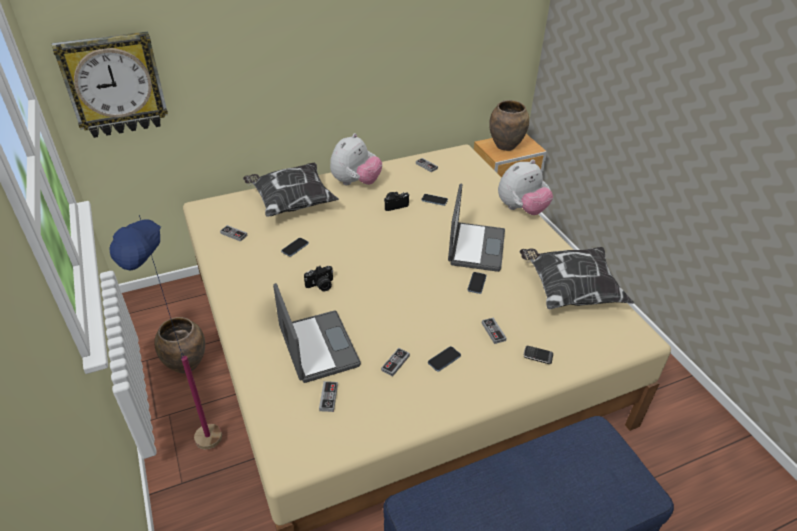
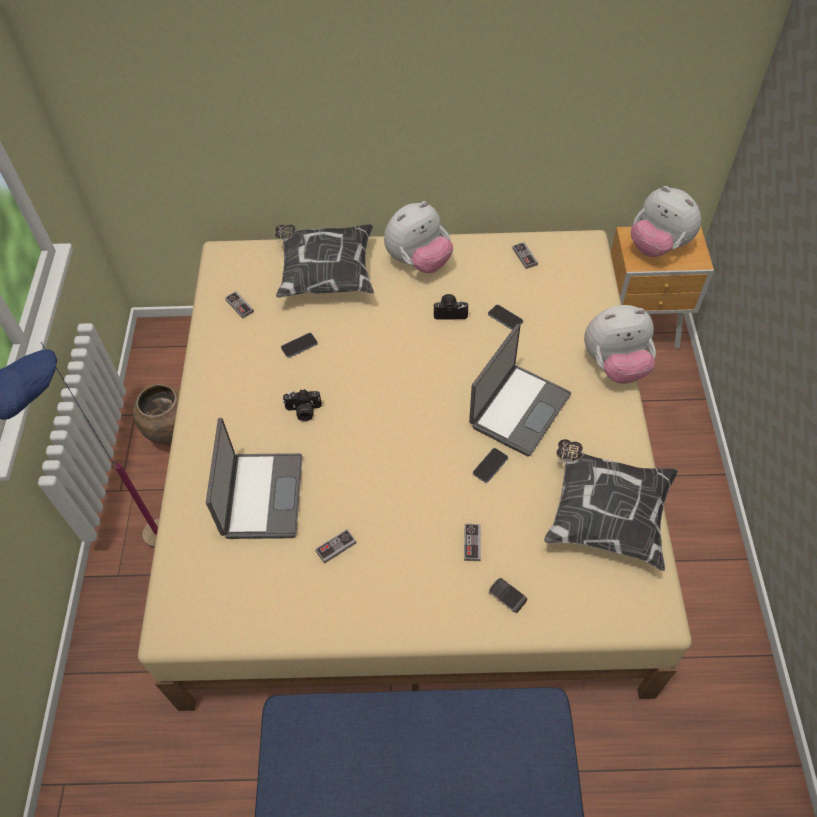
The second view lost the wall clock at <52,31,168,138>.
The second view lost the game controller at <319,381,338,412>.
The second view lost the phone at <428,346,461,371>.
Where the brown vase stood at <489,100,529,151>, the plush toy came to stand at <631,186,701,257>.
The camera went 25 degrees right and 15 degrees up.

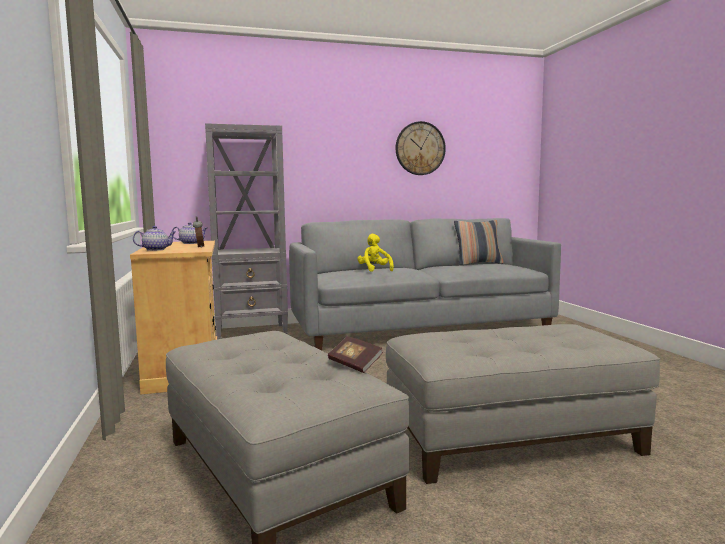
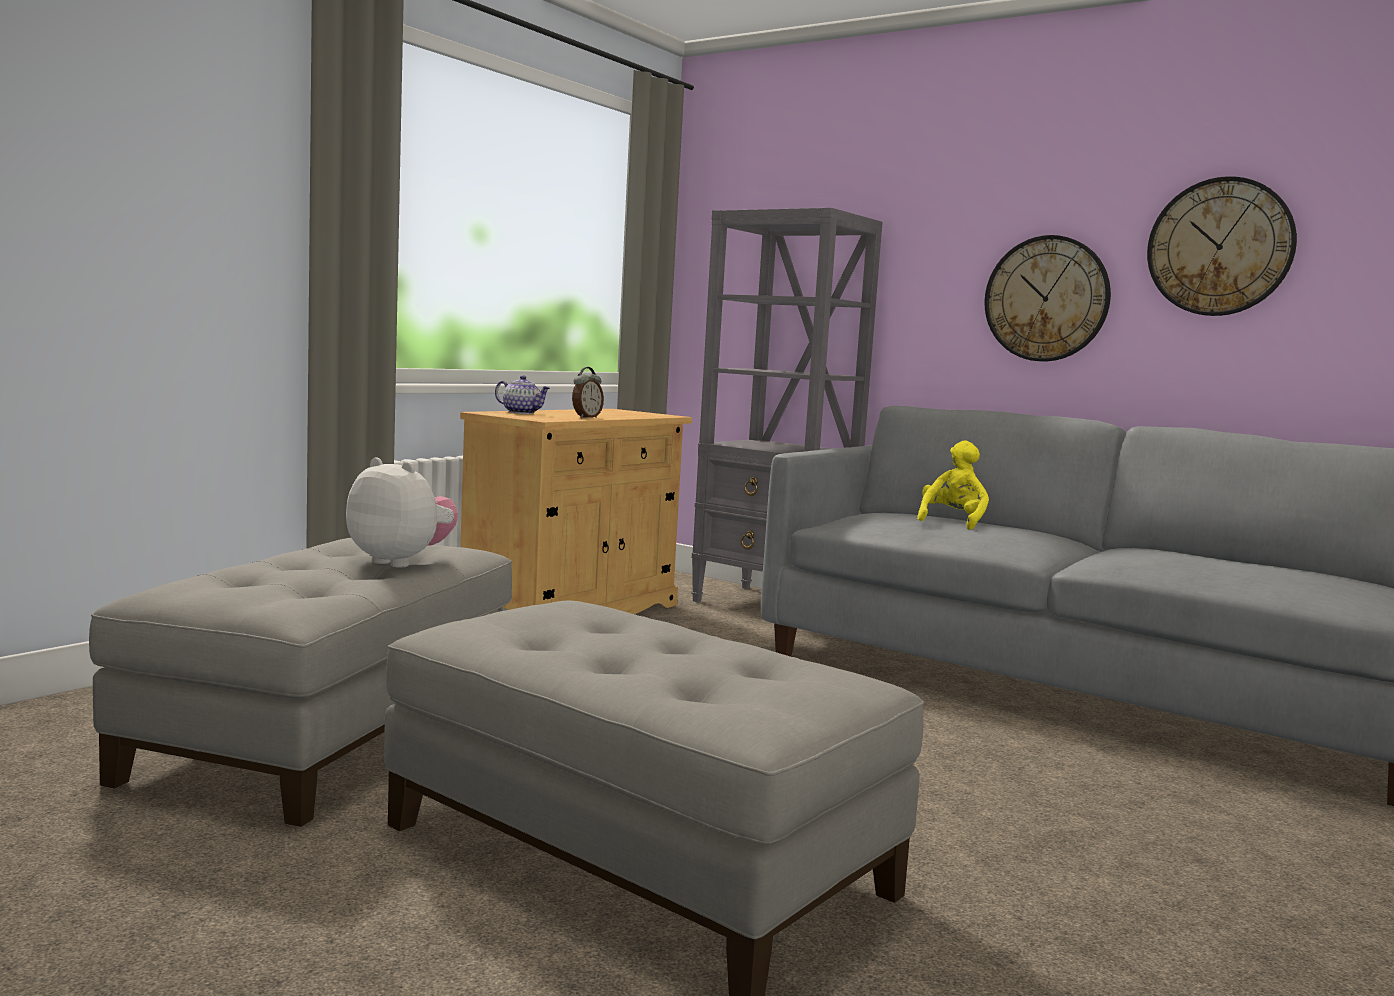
The second view lost the teapot at <172,222,207,244>.
The second view lost the book at <328,336,383,373>.
The second view lost the pillow at <454,220,503,265>.
The second view gained the plush toy at <346,457,458,568>.
The second view gained the wall clock at <985,235,1111,361>.
The camera went 50 degrees right and 0 degrees up.

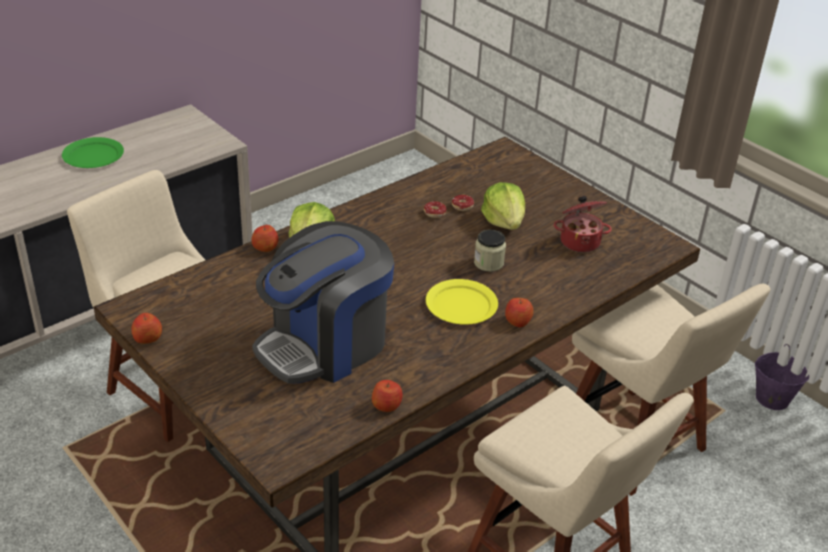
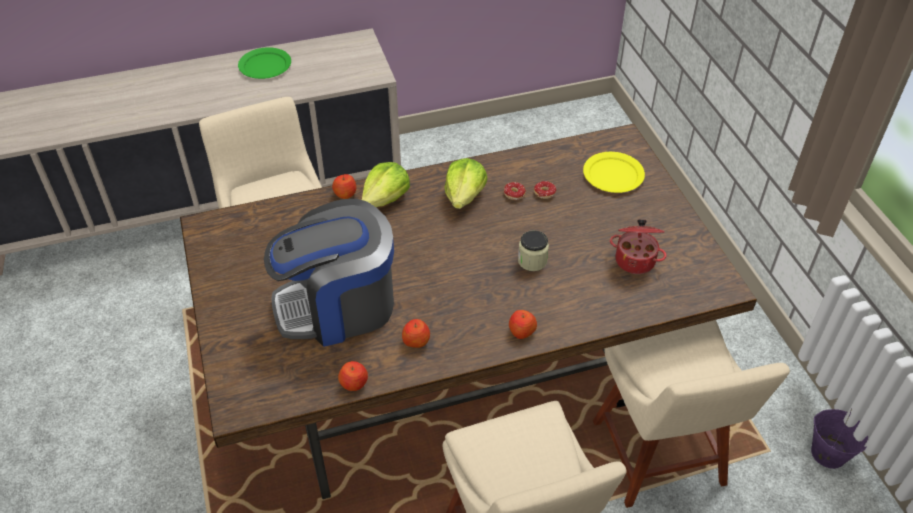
The apple ended up elsewhere, having gone from <131,313,162,344> to <402,319,430,348>.
The yellow plate ended up elsewhere, having gone from <426,279,498,325> to <583,152,645,193>.
The lettuce ended up elsewhere, having gone from <481,182,525,230> to <444,158,487,209>.
The camera went 25 degrees right and 10 degrees up.

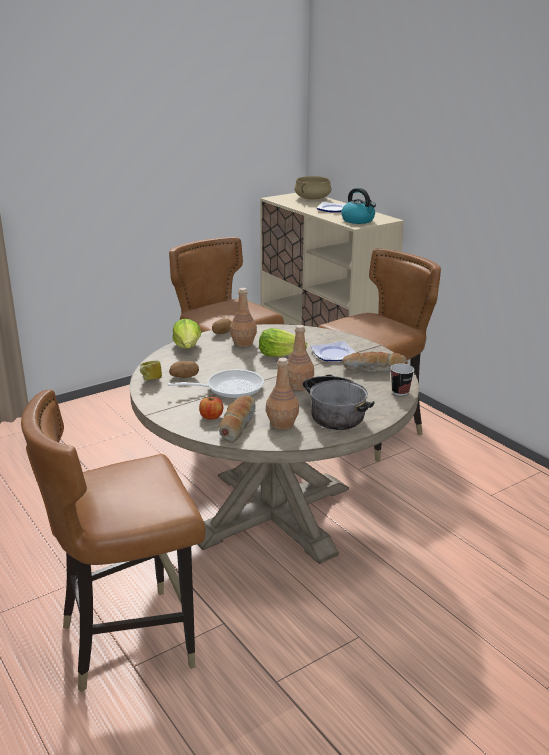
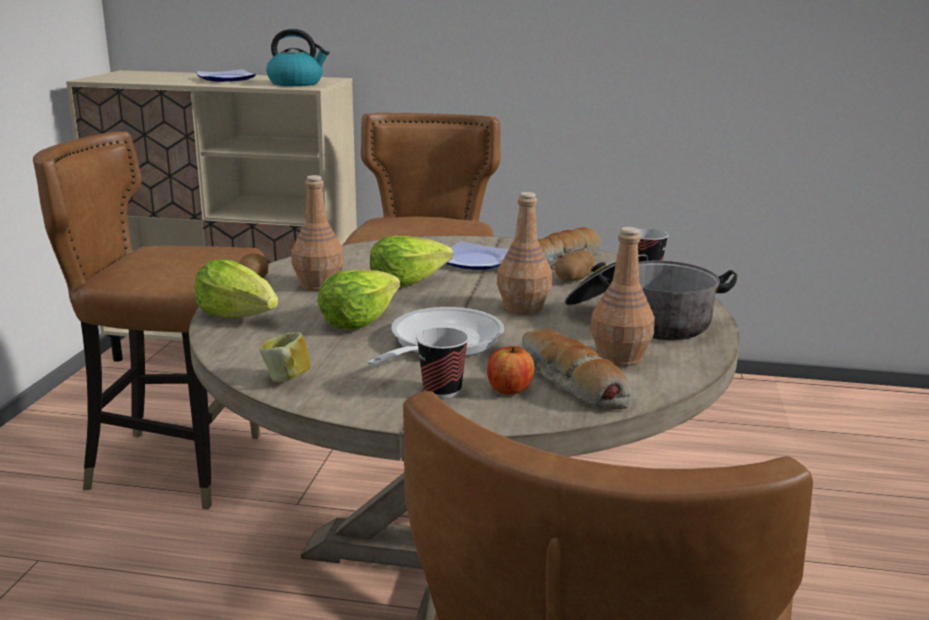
The second view lost the beige cooking pot at <294,176,331,200>.
The second view gained the lettuce at <317,270,400,330>.
The second view gained the cup at <416,327,469,398>.
The potato ended up elsewhere, having gone from <169,361,199,378> to <554,250,594,281>.
The camera went 45 degrees left and 5 degrees down.

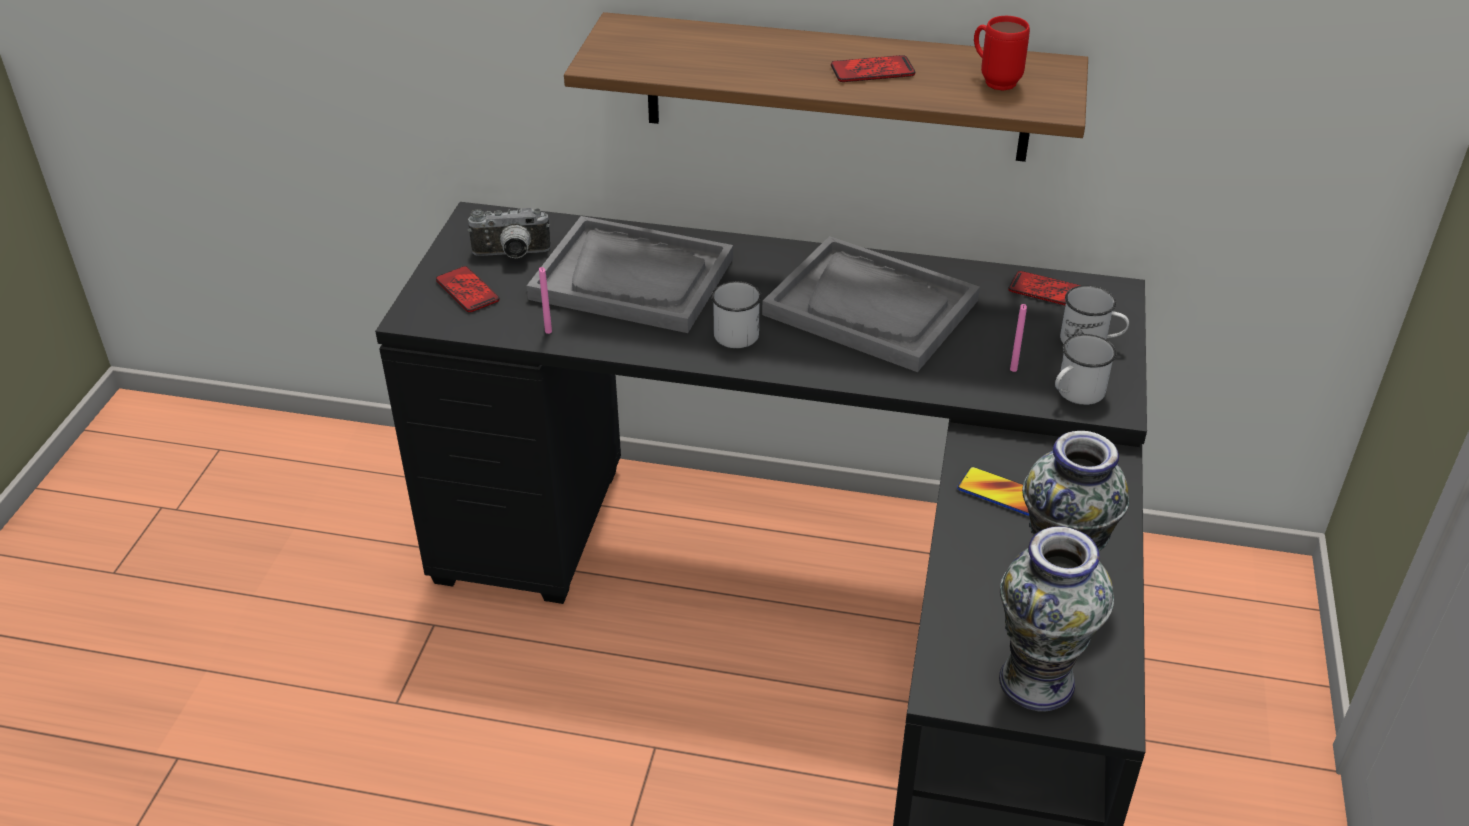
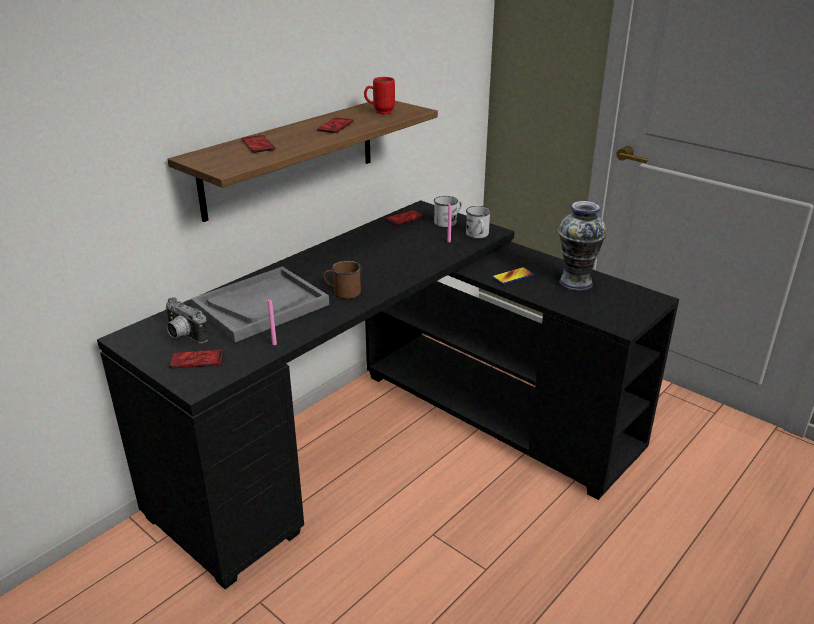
The second view lost the grey tray at <762,236,980,372>.
The second view lost the vase at <999,526,1114,712>.
The second view gained the phone at <242,135,275,153>.
What was the white mug at <711,281,762,348> turned into the brown mug at <323,261,361,299>.
The photo camera at <468,208,551,258> ended up facing another way, 105 degrees clockwise from before.
The camera went 60 degrees left and 10 degrees down.

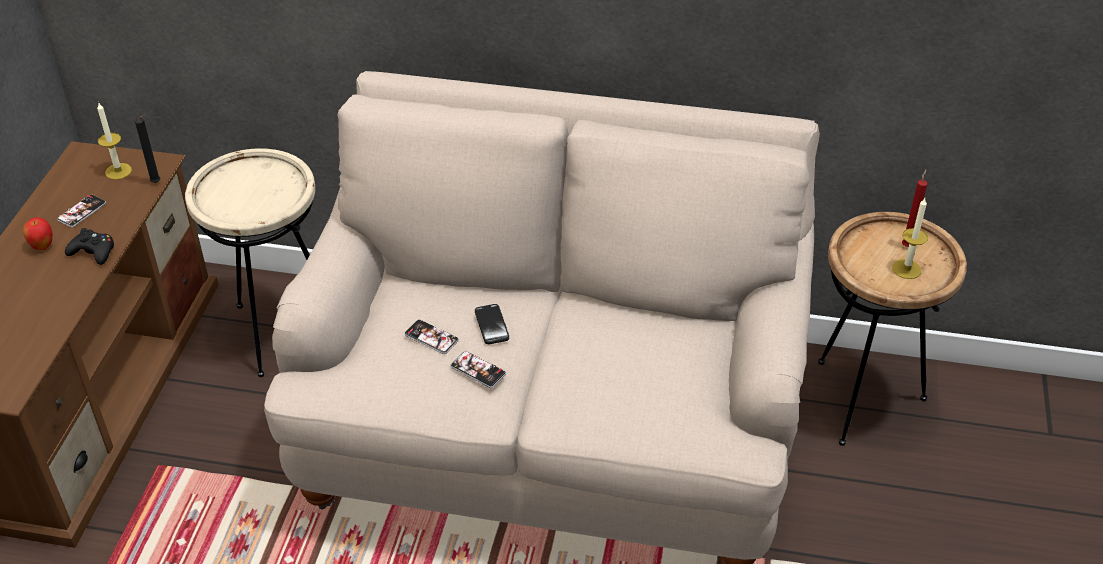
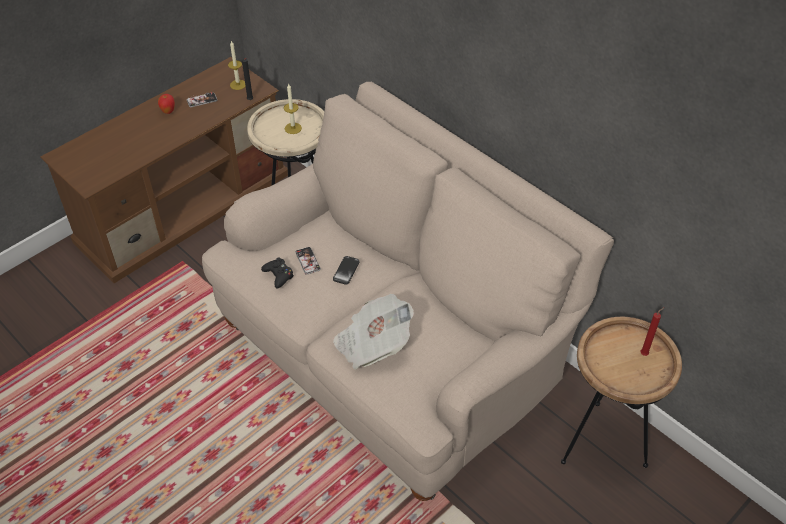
The second view lost the phone at <451,351,506,388>.
The second view gained the newspaper at <333,294,414,370>.
The black game controller ended up elsewhere, having gone from <65,228,114,265> to <261,257,294,288>.
The candle ended up elsewhere, having gone from <892,198,928,279> to <284,84,302,134>.
The camera went 35 degrees right and 5 degrees up.

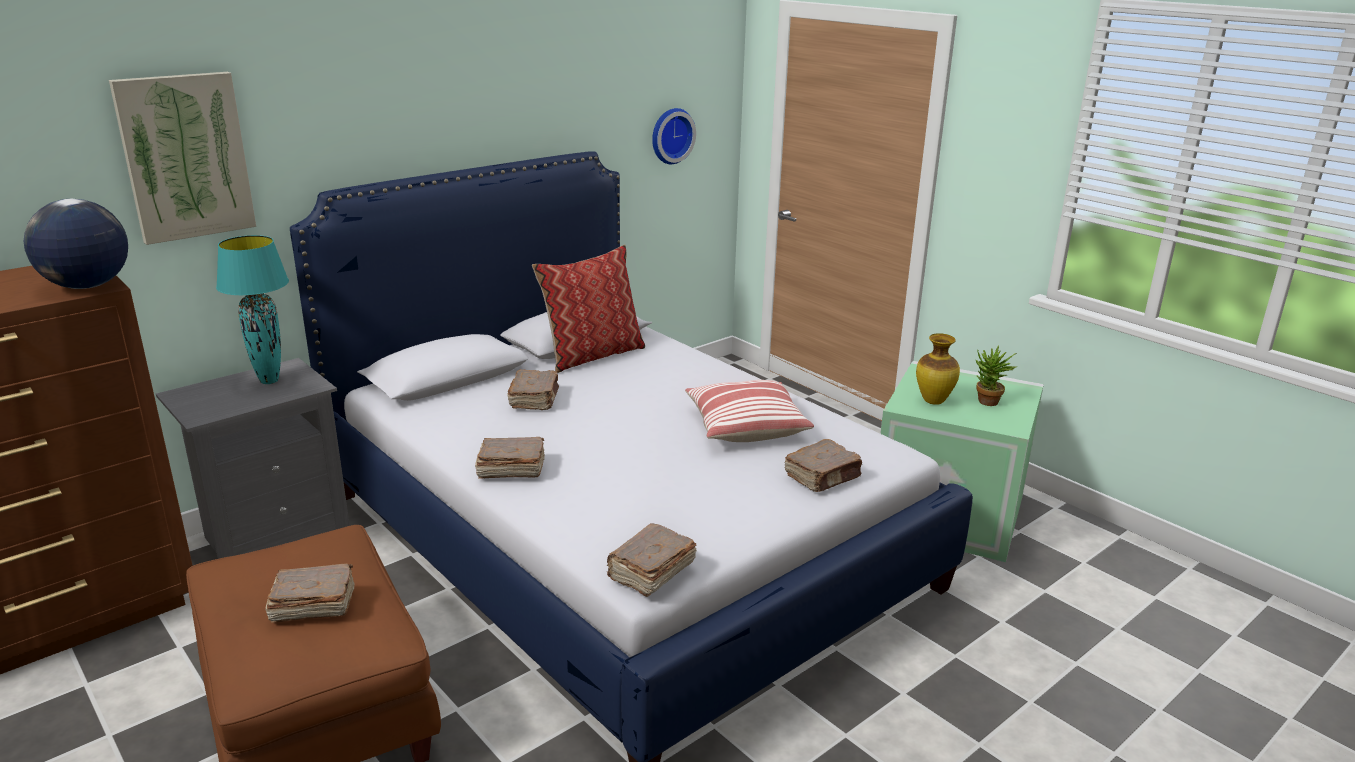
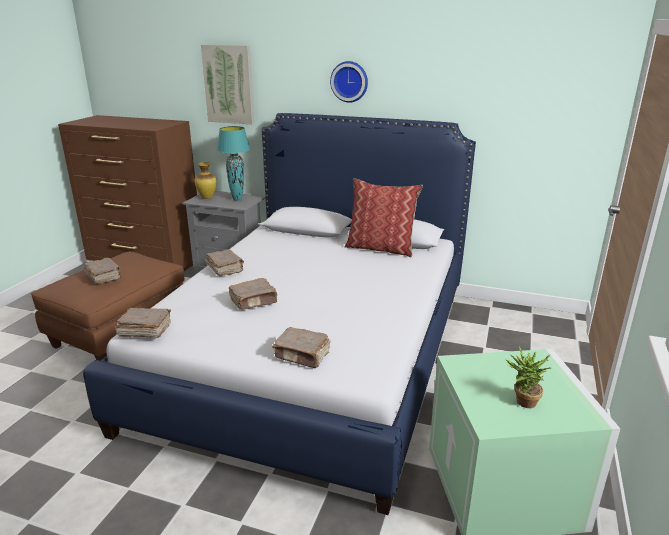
The second view lost the globe at <24,199,128,289>.
The second view lost the pillow at <685,380,814,442>.
The brown book ended up elsewhere, having gone from <507,370,559,410> to <229,278,278,310>.
The wall clock ended up elsewhere, having gone from <652,108,696,164> to <330,61,368,103>.
The vase ended up elsewhere, having gone from <916,333,960,405> to <195,162,217,199>.
The camera went 60 degrees right and 0 degrees up.

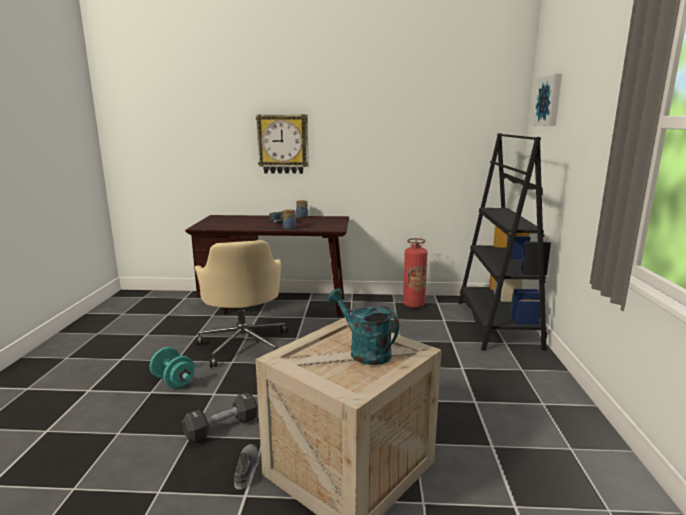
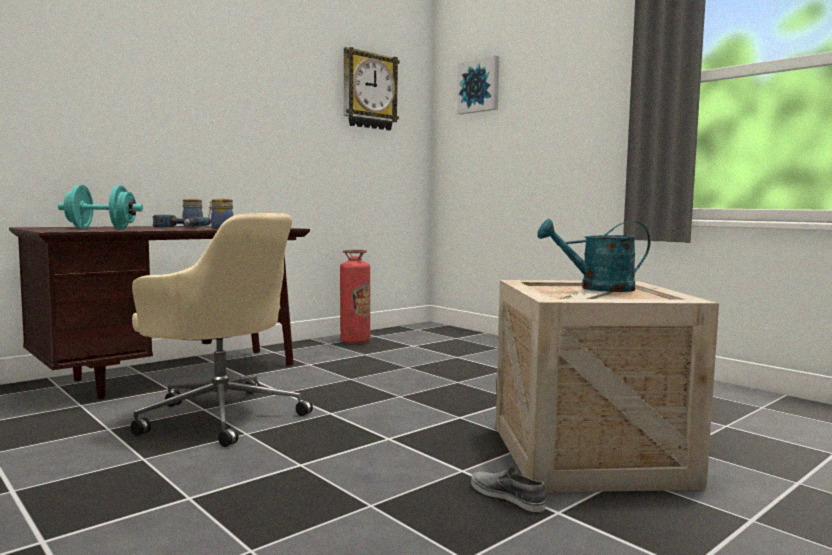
The second view lost the black dumbbell at <183,392,258,443>.
The second view lost the black bookcase at <458,133,551,350>.
The turquoise dumbbell ended up elsewhere, having gone from <150,347,195,388> to <58,185,143,229>.
The wall clock ended up elsewhere, having gone from <256,115,309,174> to <344,47,400,130>.
The camera went 45 degrees left and 10 degrees down.

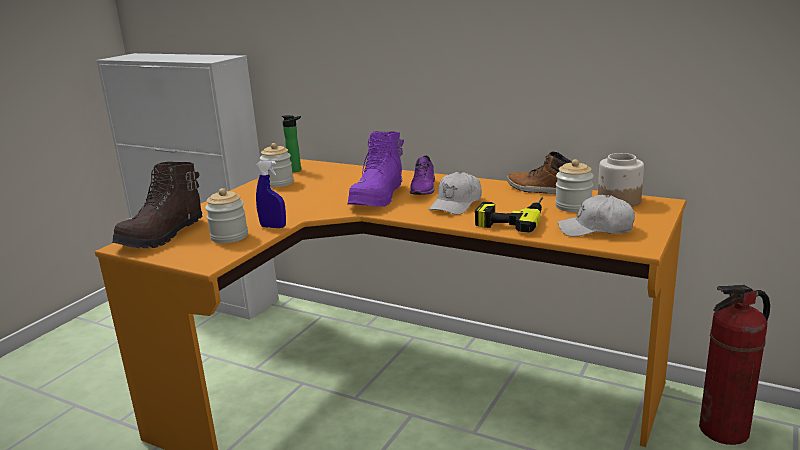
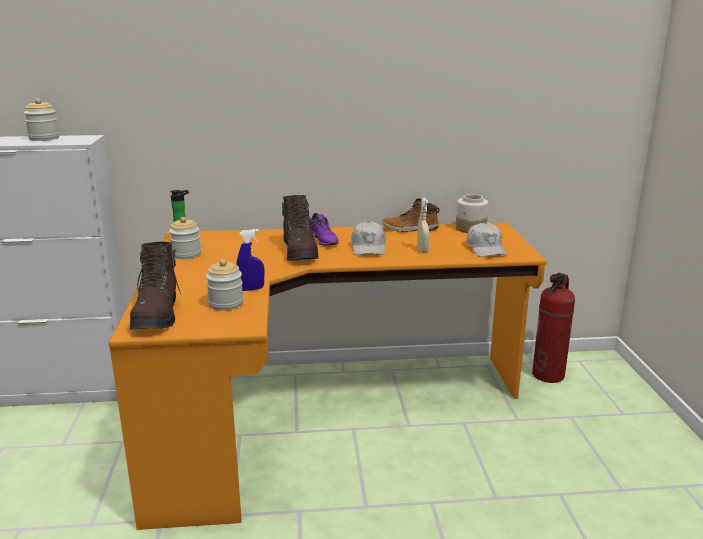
The jar ended up elsewhere, having gone from <555,159,594,212> to <24,98,59,141>.
Where the power drill stood at <475,197,543,233>, the beige spray bottle came to stand at <417,198,429,253>.
What was the purple boot at <347,132,404,207> turned into the brown boot at <282,195,319,261>.
The white cap at <558,195,635,237> ended up facing another way, 75 degrees counterclockwise from before.
The camera went 35 degrees left and 0 degrees up.

